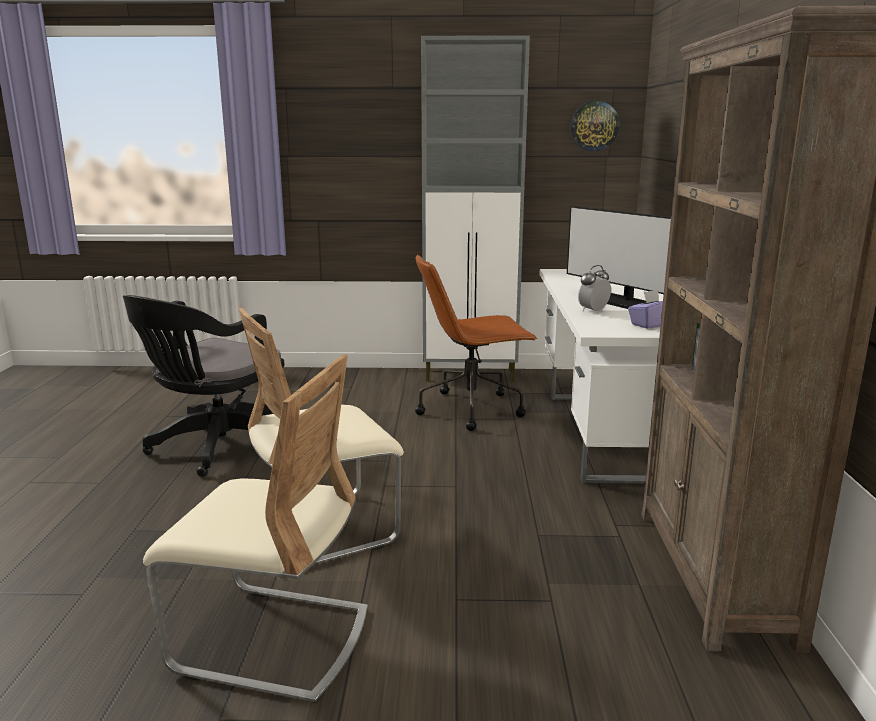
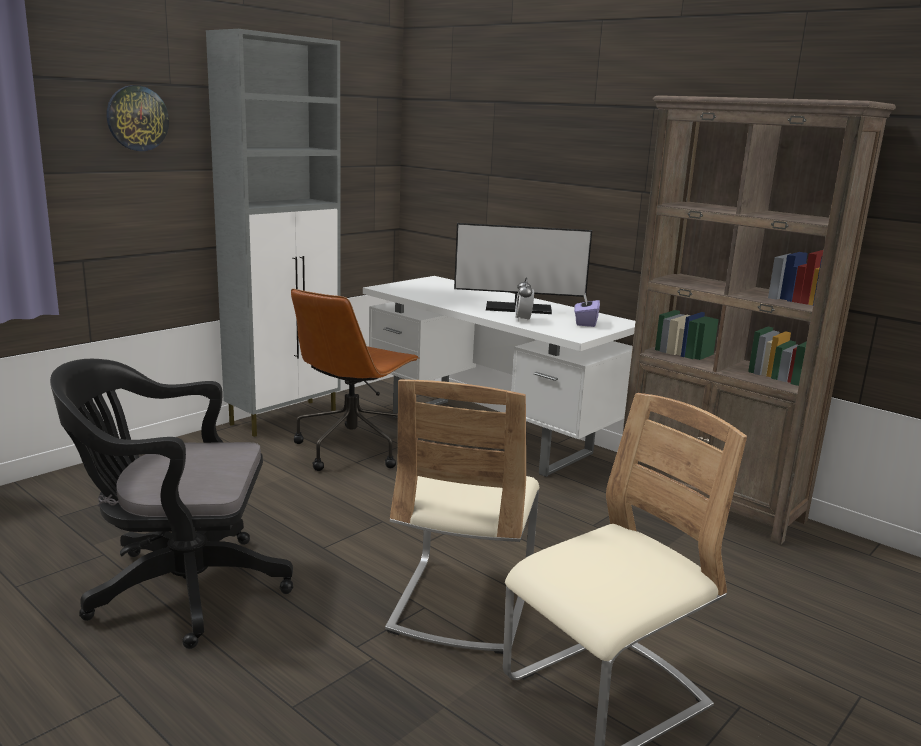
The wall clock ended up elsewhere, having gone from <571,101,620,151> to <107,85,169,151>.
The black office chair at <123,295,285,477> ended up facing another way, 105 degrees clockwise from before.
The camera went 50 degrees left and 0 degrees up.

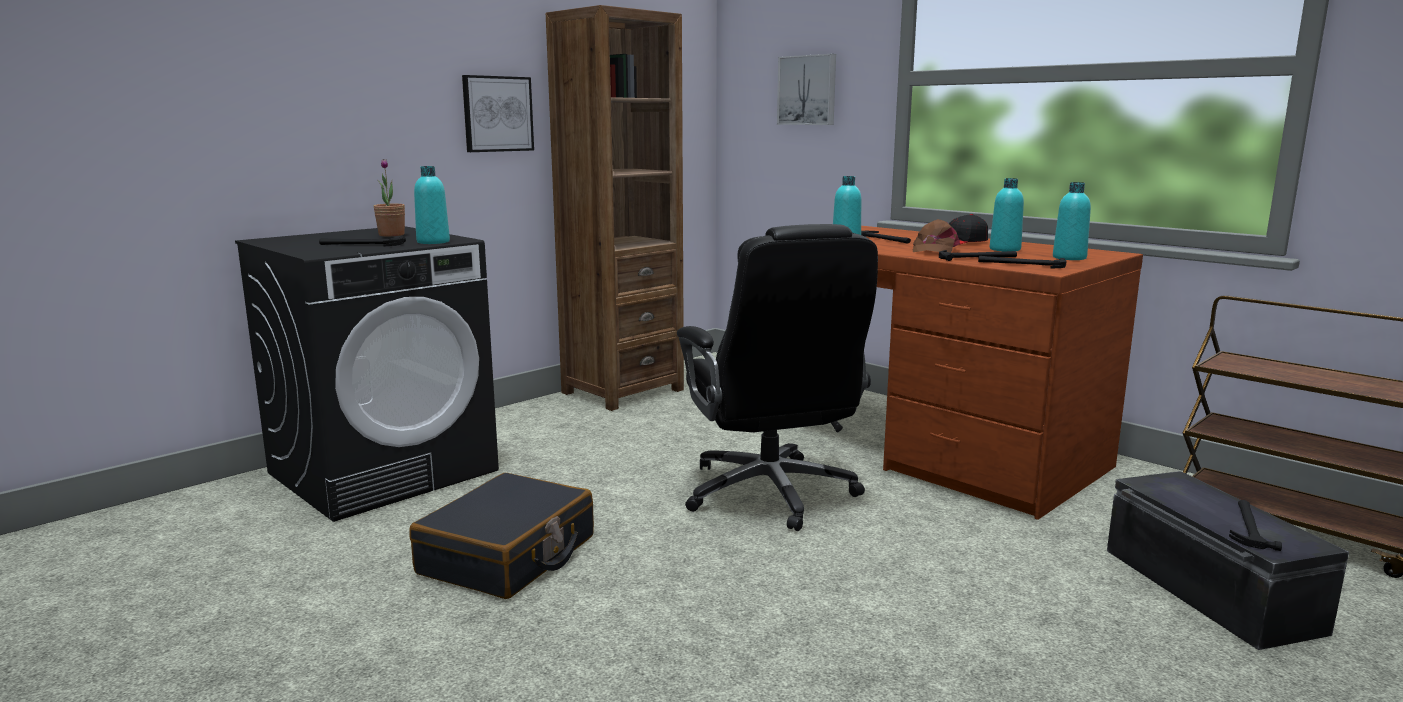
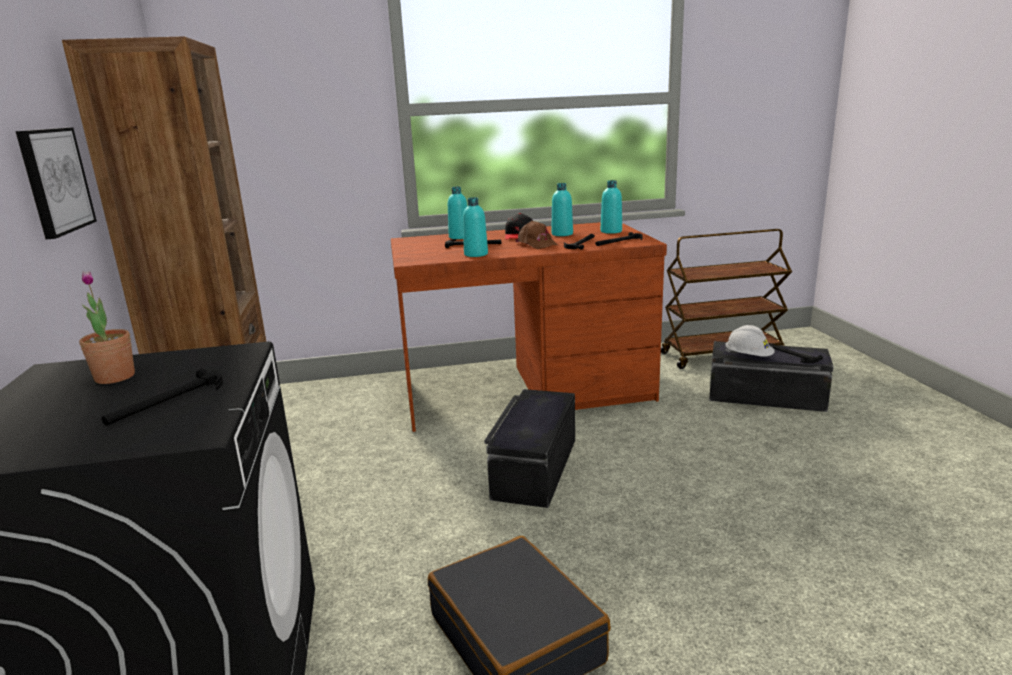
The second view lost the picture at <777,54,836,125>.
The second view gained the white hard hat at <725,325,775,357>.
The turquoise bottle ended up elsewhere, having gone from <414,166,450,244> to <448,187,467,239>.
Where the black office chair stood at <677,224,878,531>, the black storage box came to stand at <484,389,575,508>.
The camera went 55 degrees left and 5 degrees up.

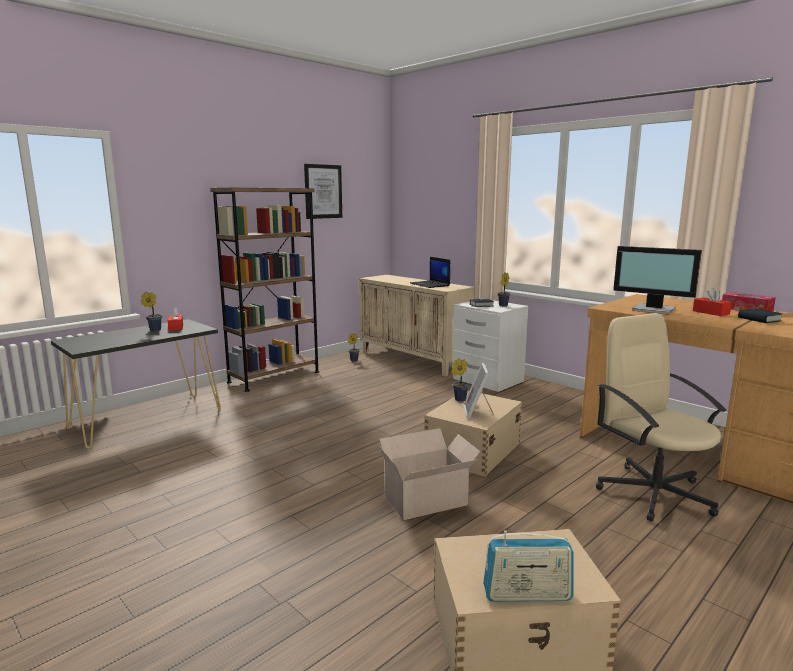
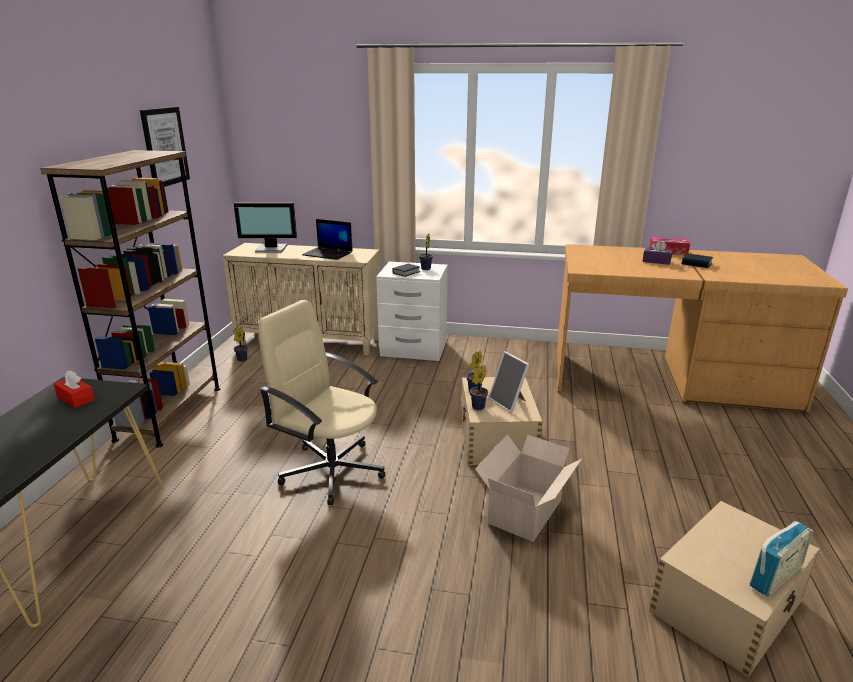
The potted plant ended up elsewhere, having gone from <140,291,162,331> to <470,365,488,410>.
The beige office chair ended up elsewhere, having gone from <596,313,726,522> to <258,300,386,505>.
The monitor ended up elsewhere, having gone from <613,246,702,315> to <234,202,297,253>.
What was the red tissue box at <693,288,732,316> turned into the purple tissue box at <642,240,673,265>.
The camera went 35 degrees left and 10 degrees up.

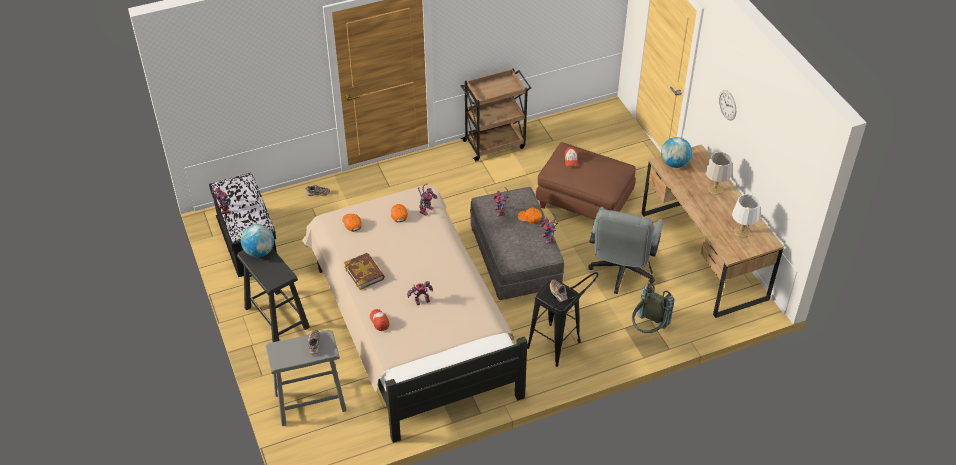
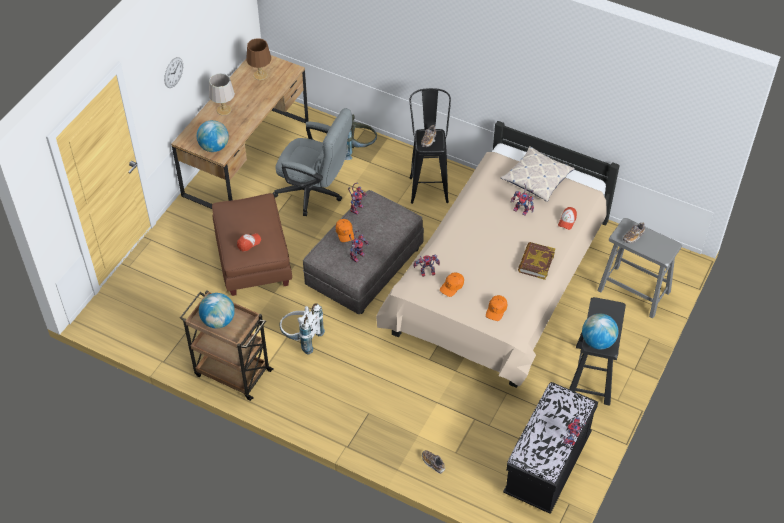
The second view gained the globe at <199,293,235,328>.
The second view gained the white backpack at <280,303,325,355>.
The second view gained the pillow at <501,146,575,202>.
What was the white table lamp at <732,194,760,238> turned into the brown table lamp at <246,38,271,80>.
The grey office chair at <588,207,663,294> ended up facing another way, 45 degrees clockwise from before.
The camera went 130 degrees left and 5 degrees up.

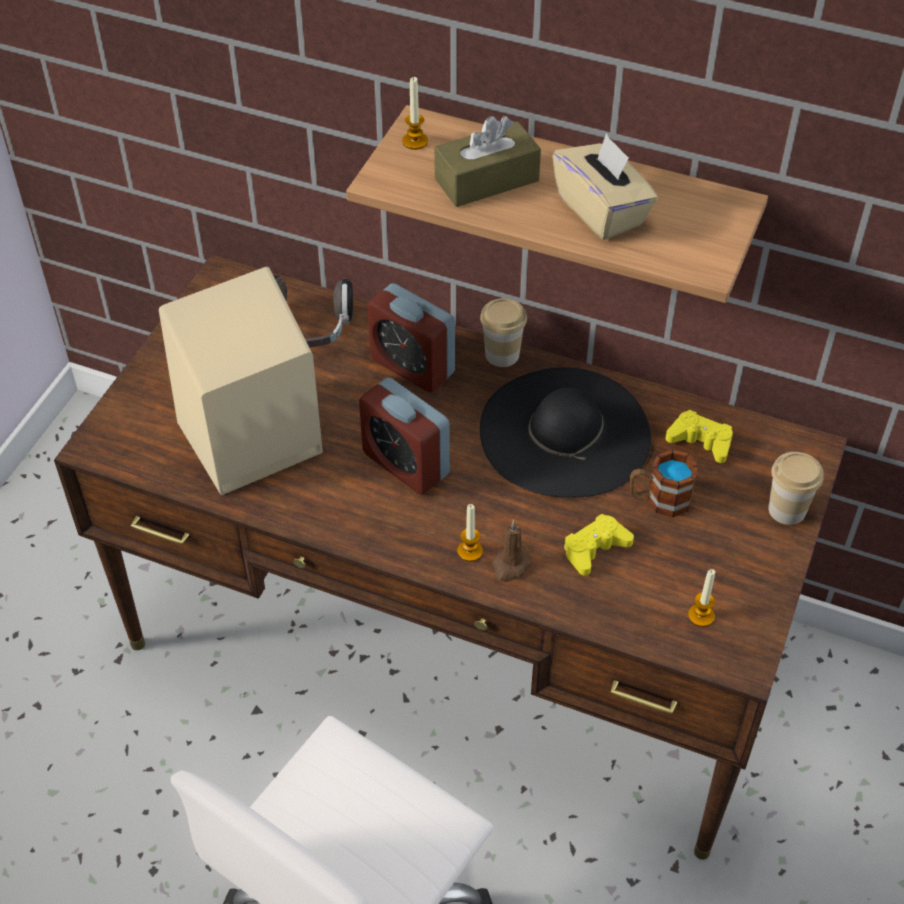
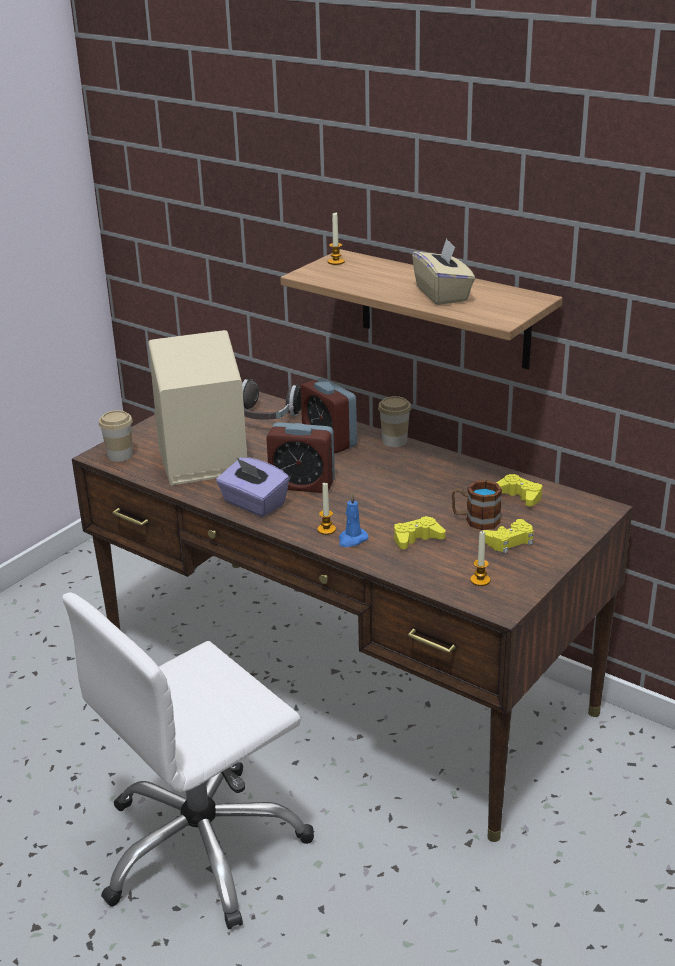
The second view lost the brown tissue box at <434,116,541,207>.
The second view lost the black hat at <480,367,651,498>.
The second view gained the purple tissue box at <216,457,290,517>.
The second view gained the yellow game controller at <483,519,534,553>.
The cup ended up elsewhere, having gone from <768,452,824,525> to <99,410,133,462>.
What was the brown candle at <492,519,532,582> turned into the blue candle at <339,493,368,547>.
The alarm clock at <359,377,450,495> ended up facing another way, 45 degrees counterclockwise from before.
The camera went 15 degrees right and 20 degrees down.

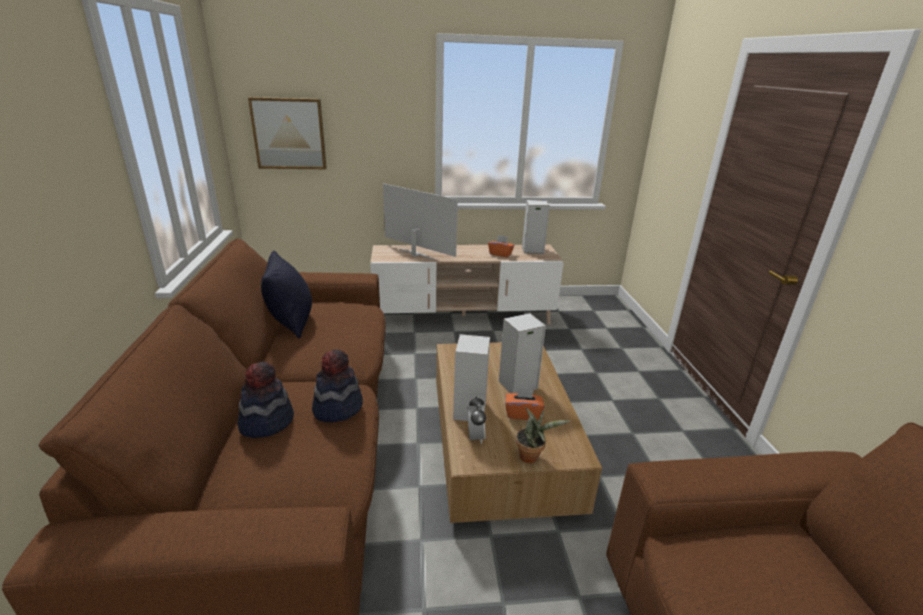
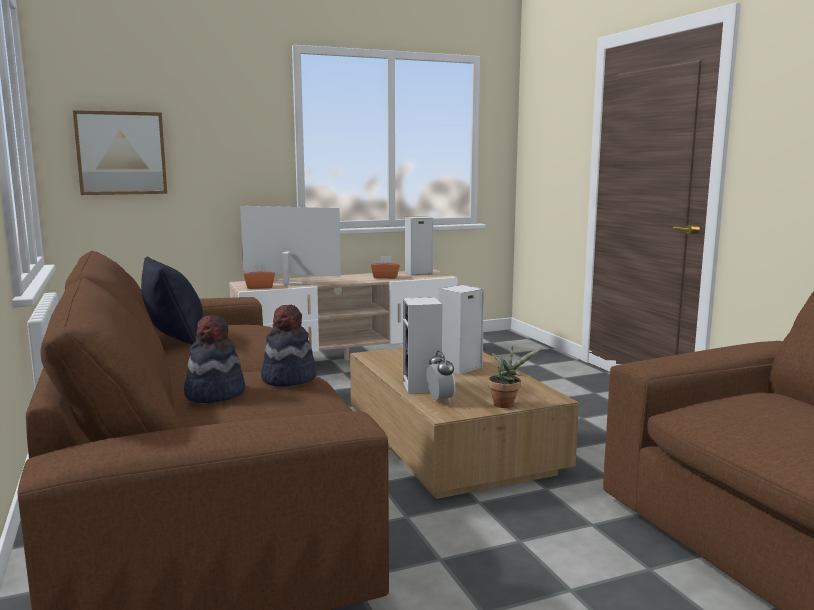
The orange tissue box ended up elsewhere, having gone from <505,387,544,421> to <244,264,275,289>.
The camera went 15 degrees left and 15 degrees down.

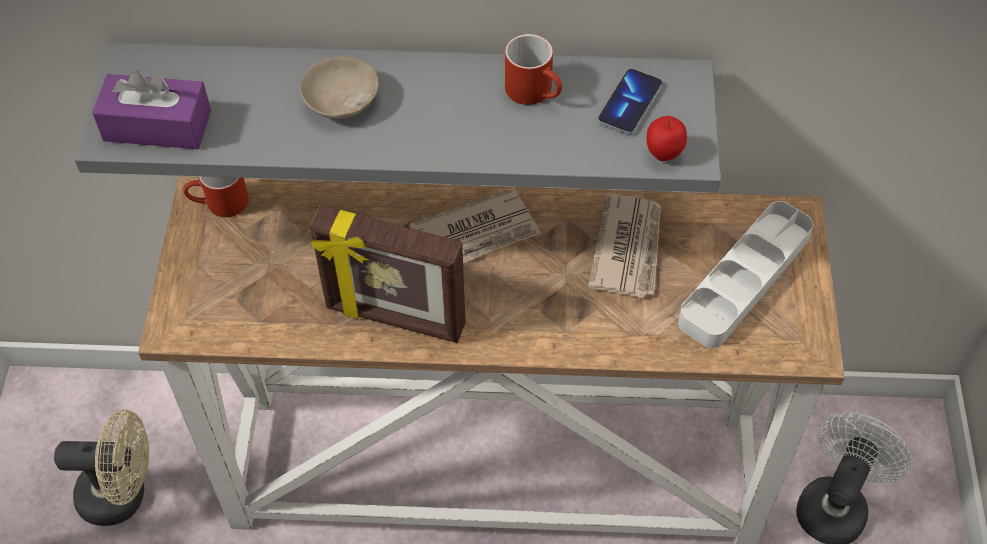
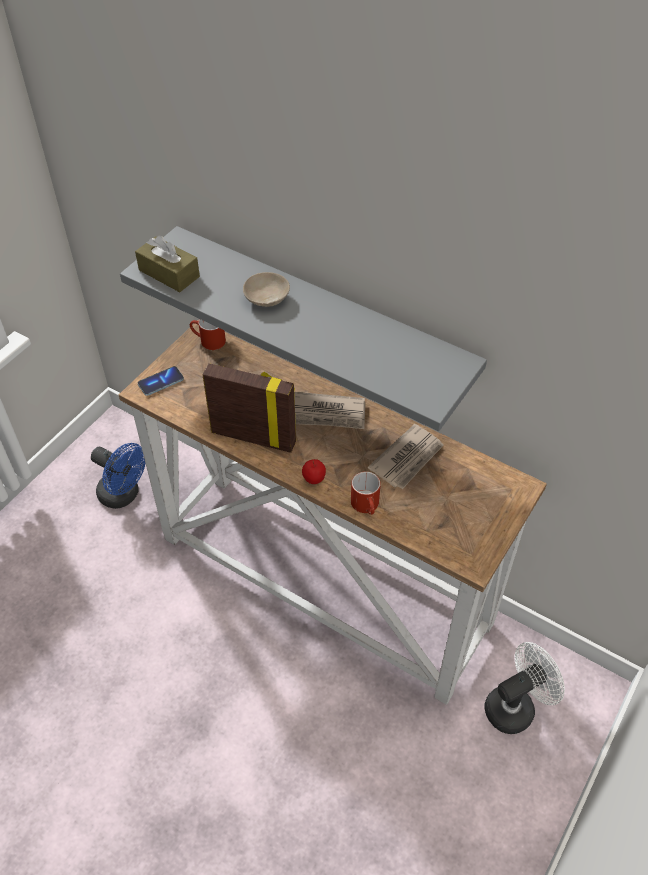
The second view lost the grey tray at <678,201,813,348>.
The red mug ended up elsewhere, having gone from <505,34,562,105> to <351,471,381,515>.
The phone ended up elsewhere, having gone from <598,69,662,135> to <138,366,184,396>.
The apple ended up elsewhere, having gone from <647,116,687,161> to <302,459,326,484>.
What was the beige fan at <54,409,149,526> turned into the blue fan at <91,443,145,509>.
What was the purple tissue box at <92,70,211,149> turned into the brown tissue box at <135,236,200,292>.
The picture frame at <310,205,466,343> ended up facing another way, 150 degrees clockwise from before.
The camera went 30 degrees right and 5 degrees down.

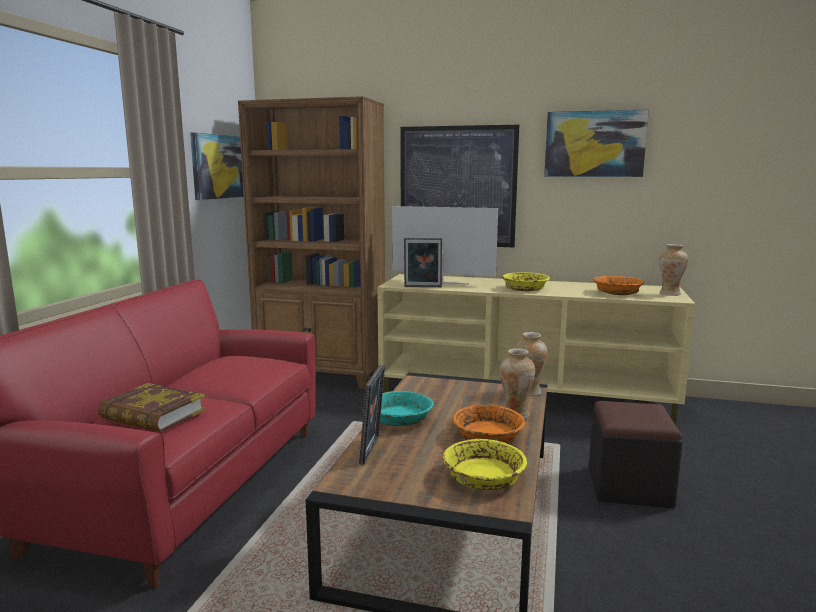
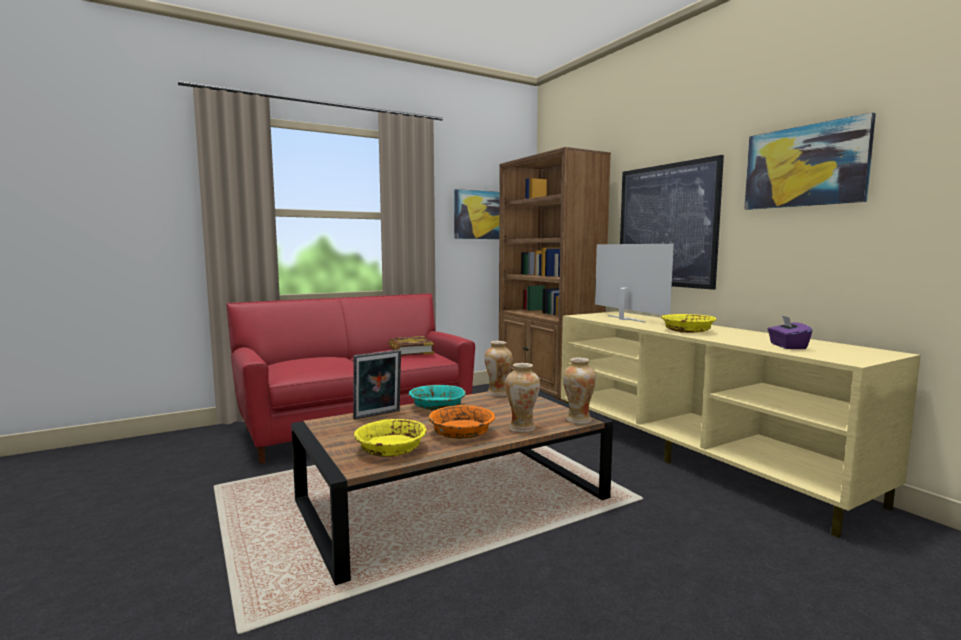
The second view lost the picture frame at <404,238,442,287>.
The second view lost the black ottoman at <589,401,683,508>.
The book ended up elsewhere, having gone from <98,383,206,432> to <388,336,434,356>.
The vase ended up elsewhere, having gone from <659,244,688,296> to <484,341,512,396>.
Where the orange bowl stood at <593,276,644,295>, the purple tissue box came to stand at <768,315,812,349>.
The camera went 45 degrees right and 5 degrees down.

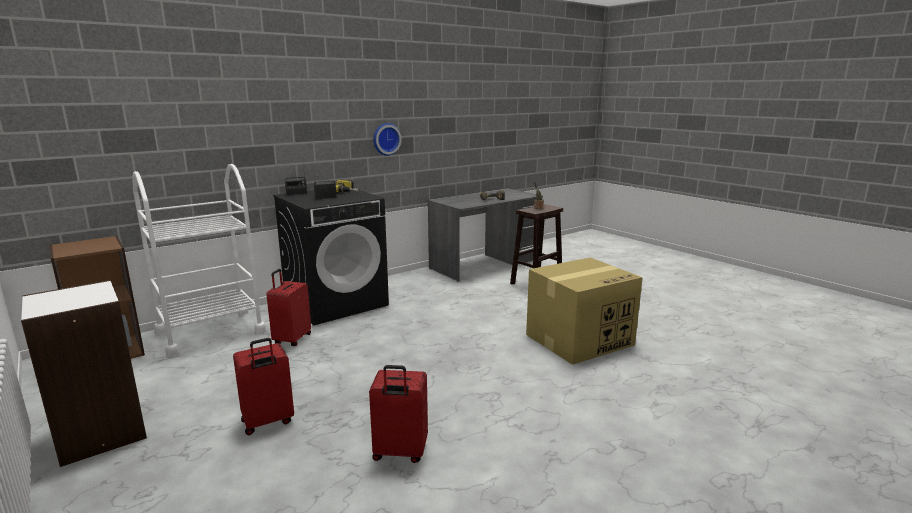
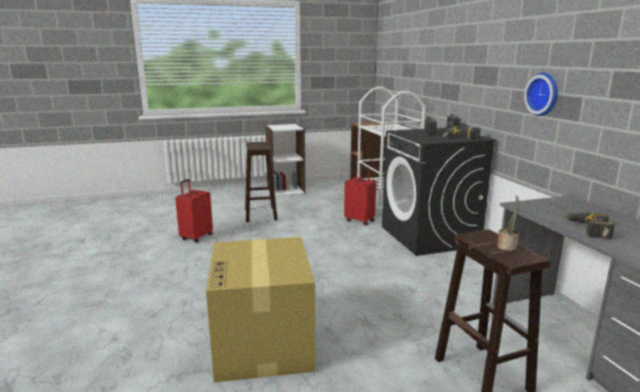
Where the red suitcase stood at <233,338,294,435>, the brown stool came to stand at <245,142,278,222>.
The camera went 110 degrees right and 0 degrees up.

